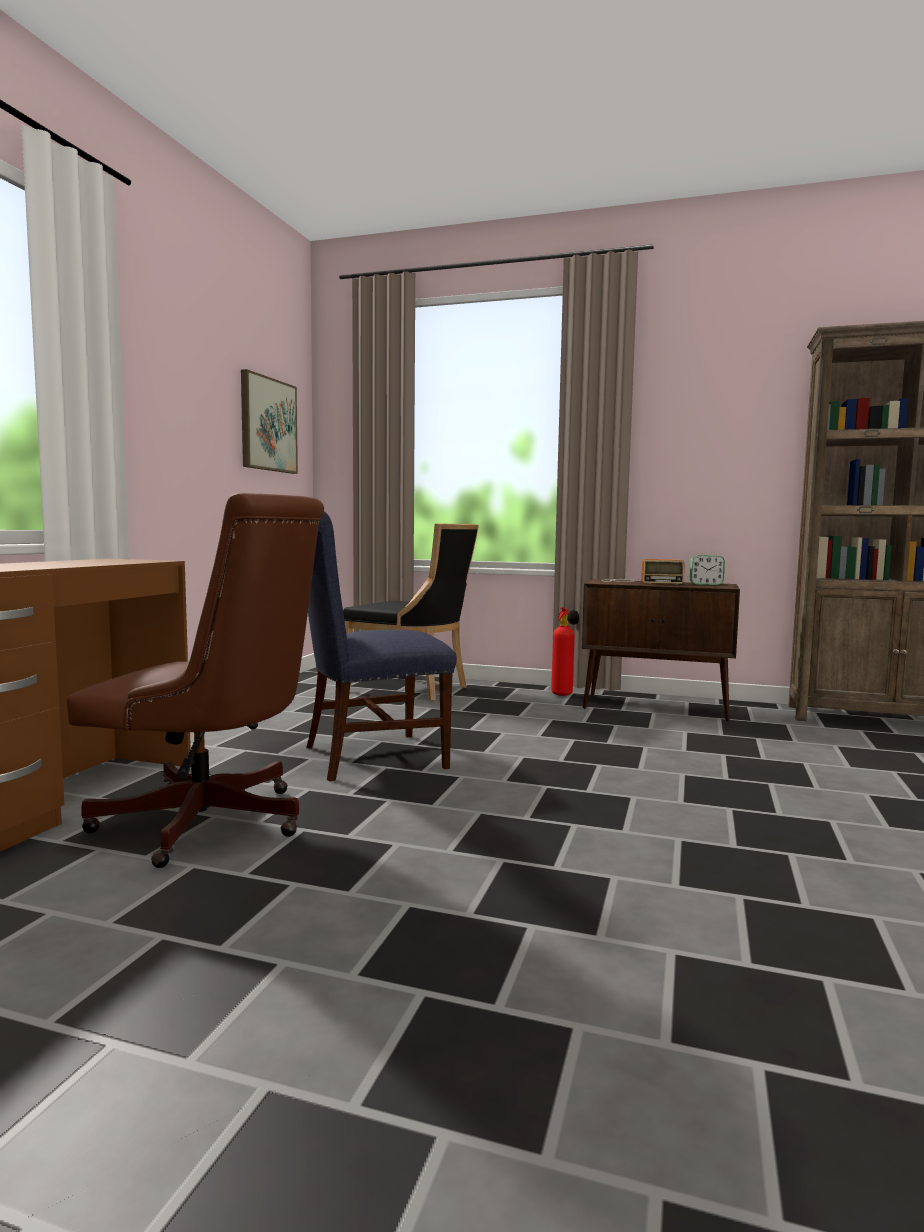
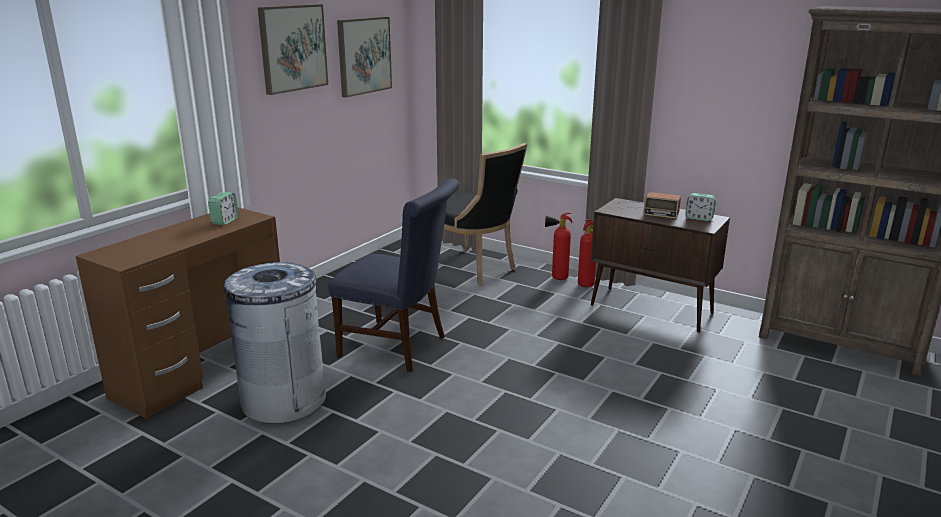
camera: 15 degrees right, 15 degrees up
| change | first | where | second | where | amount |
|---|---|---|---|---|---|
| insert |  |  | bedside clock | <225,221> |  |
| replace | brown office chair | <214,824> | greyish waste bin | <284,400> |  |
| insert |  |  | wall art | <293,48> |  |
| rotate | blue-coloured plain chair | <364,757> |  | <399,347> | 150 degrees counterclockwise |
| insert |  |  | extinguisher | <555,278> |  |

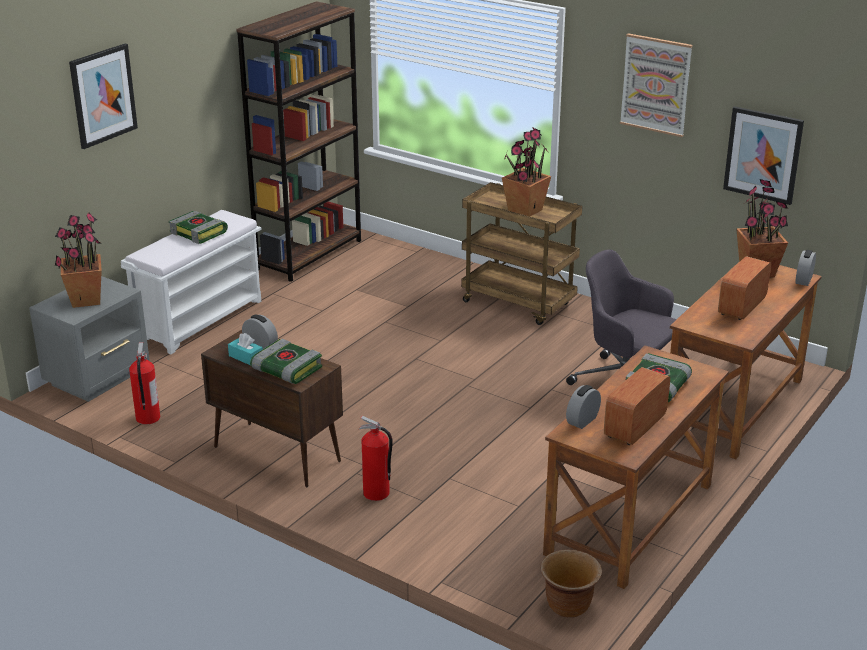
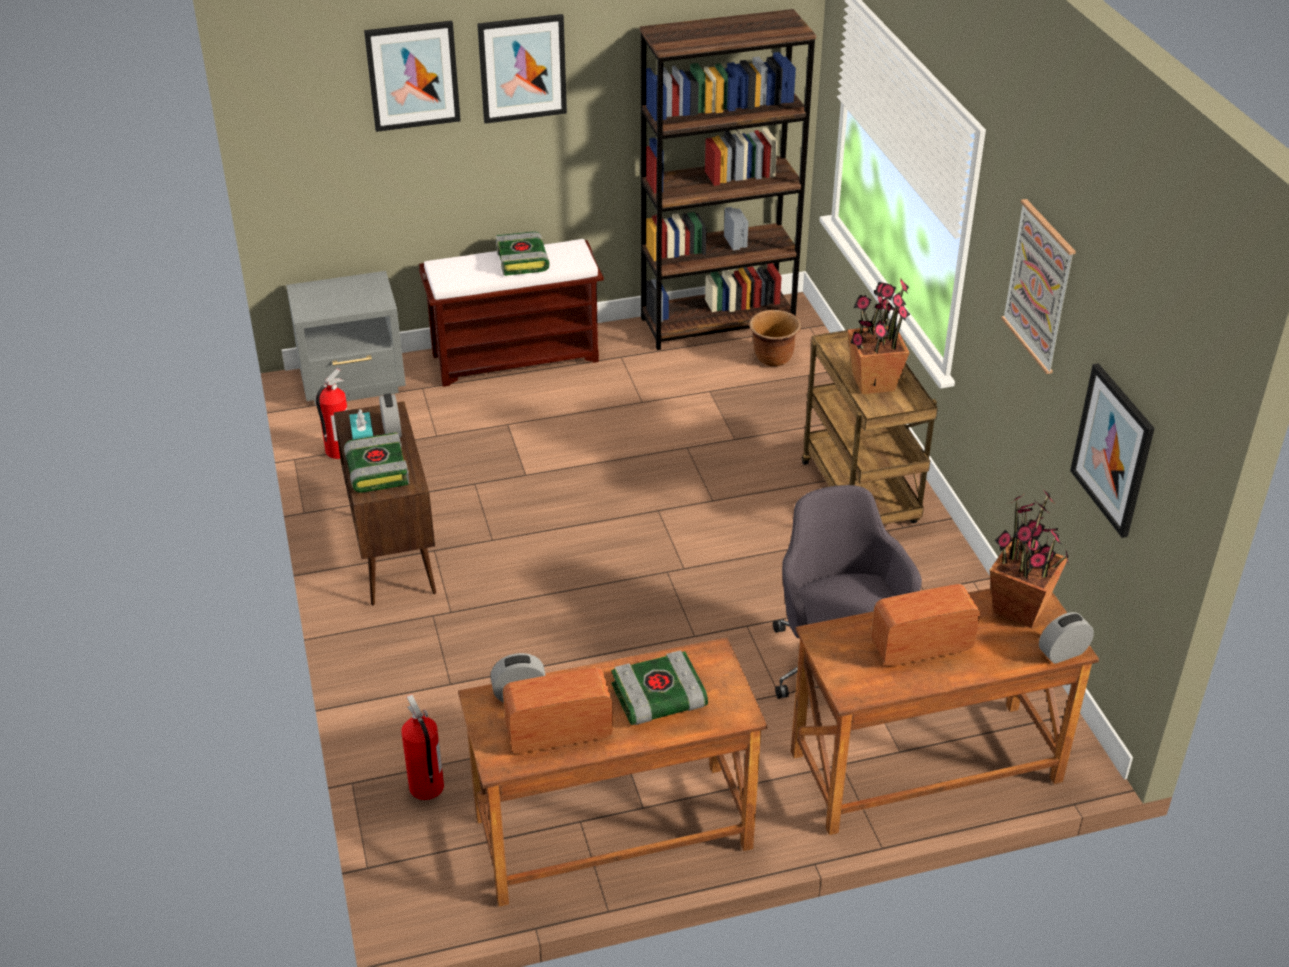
camera: 40 degrees right, 10 degrees up
| change | first | where | second | where | amount |
|---|---|---|---|---|---|
| move | extinguisher | <376,493> |  | <426,788> |  |
| recolor | white-coloured indoor bench | <200,319> | brown indoor bench | <517,357> |  |
| insert |  |  | wall art | <522,68> |  |
| move | brown planter | <568,607> |  | <773,359> |  |
| delete | plant in a pot | <85,299> |  |  |  |

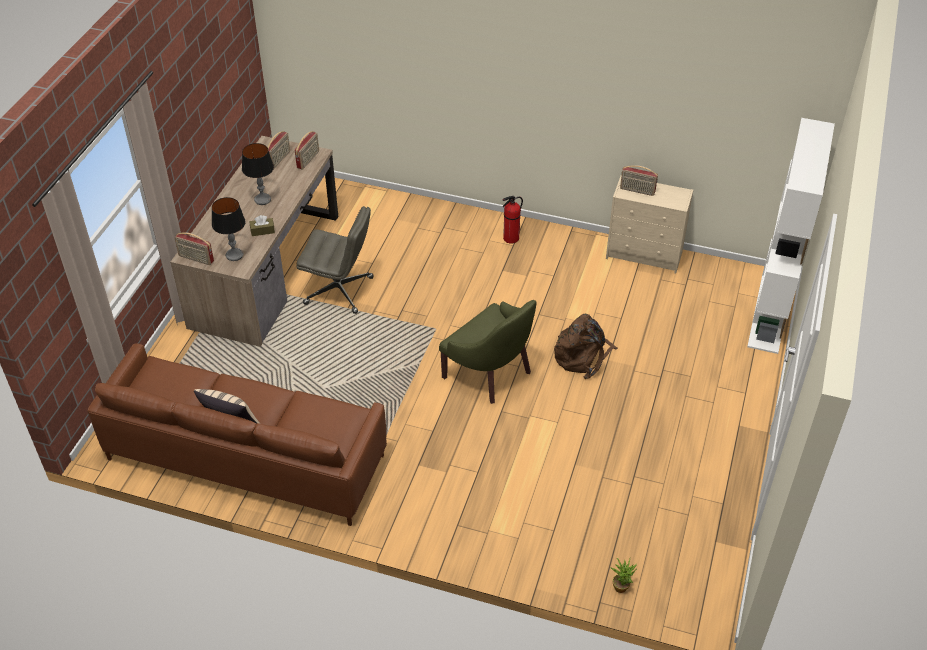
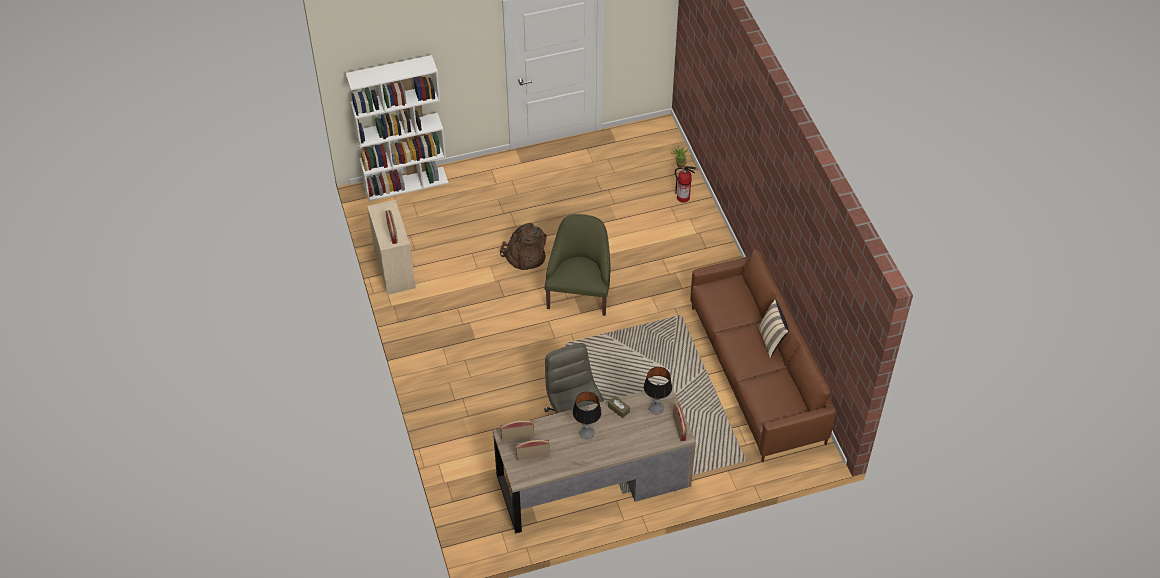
camera: 125 degrees left, 5 degrees up
| change | first | where | second | where | amount |
|---|---|---|---|---|---|
| move | extinguisher | <510,238> |  | <683,197> |  |

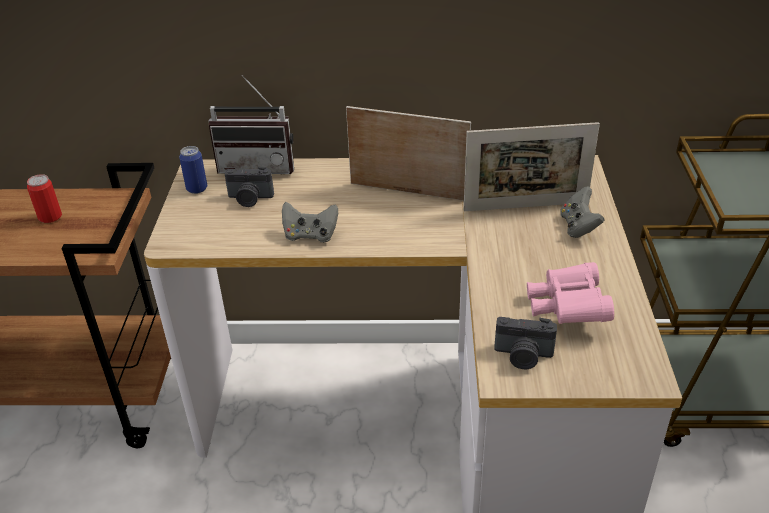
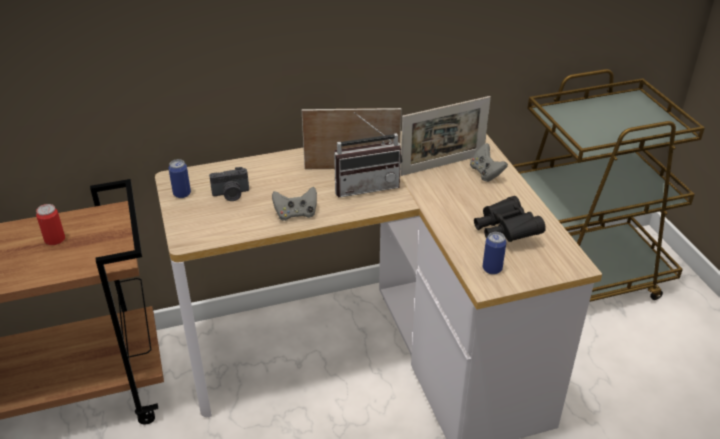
camera: 20 degrees left, 0 degrees up
| change | first | where | second | where | amount |
|---|---|---|---|---|---|
| move | radio set | <258,166> |  | <366,185> |  |
| recolor | pink-coloured pair of binoculars | <566,309> | black pair of binoculars | <505,231> |  |
| replace | photo camera | <523,356> | can | <492,269> |  |

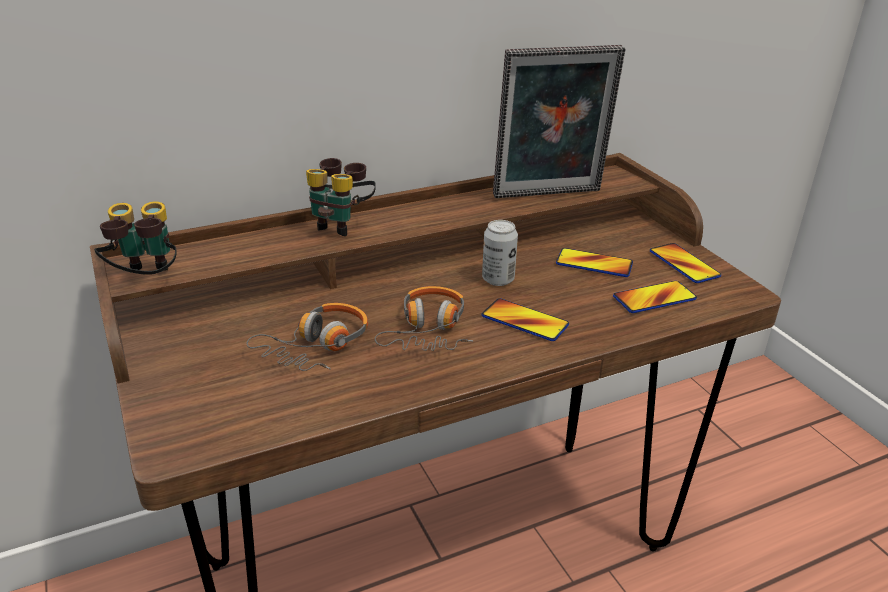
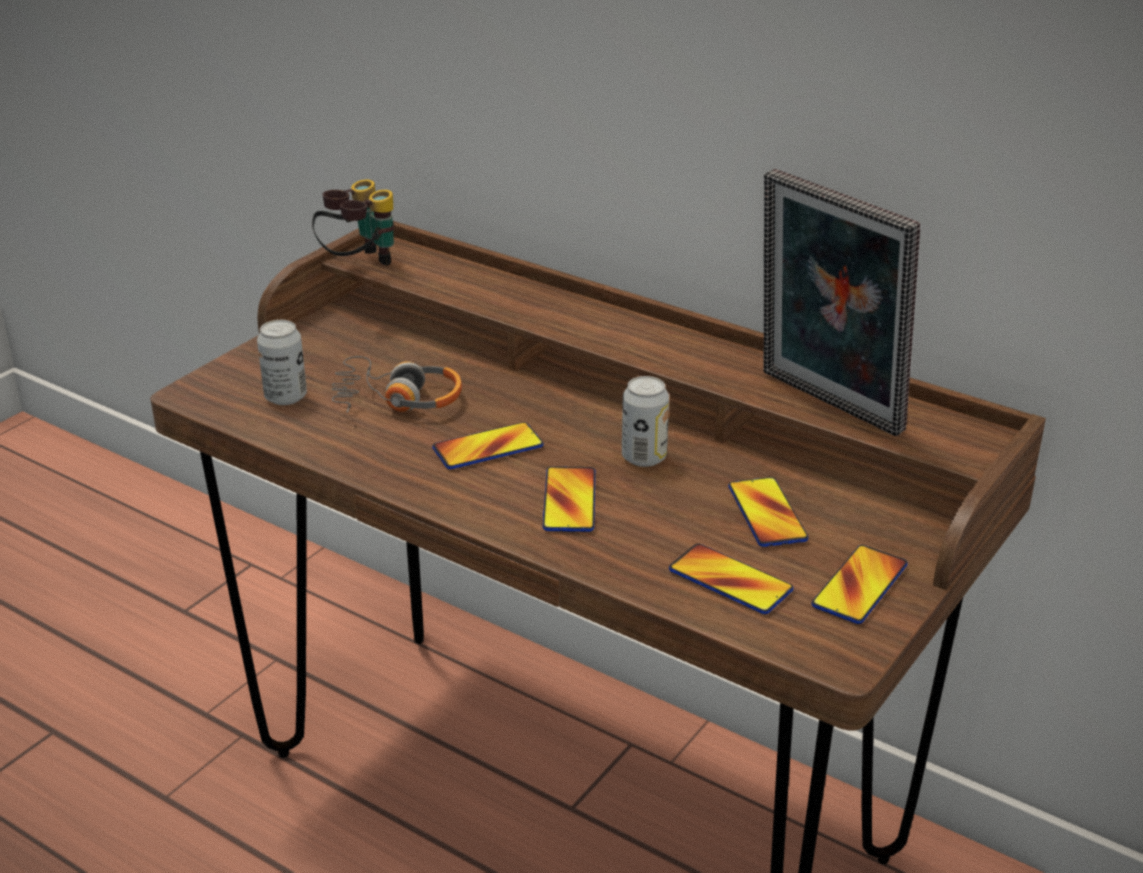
camera: 60 degrees right, 0 degrees up
| change | first | where | second | where | amount |
|---|---|---|---|---|---|
| insert |  |  | can | <285,397> |  |
| replace | headphones | <428,330> | phone | <488,448> |  |
| delete | pair of binoculars | <341,224> |  |  |  |

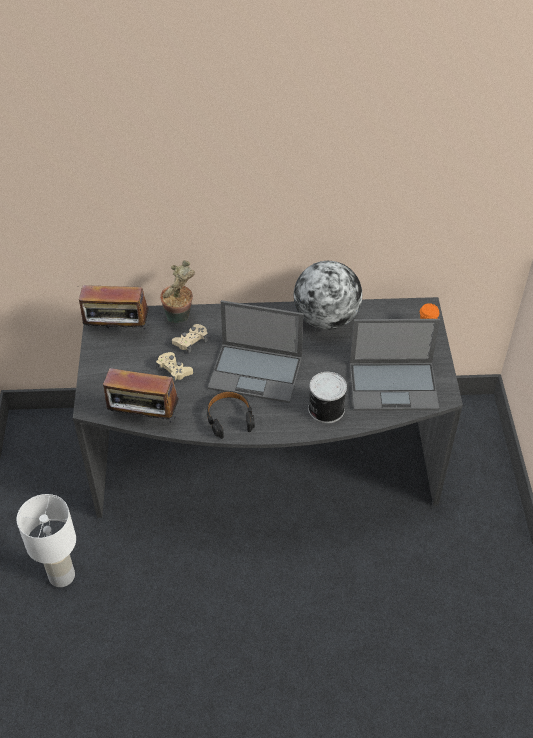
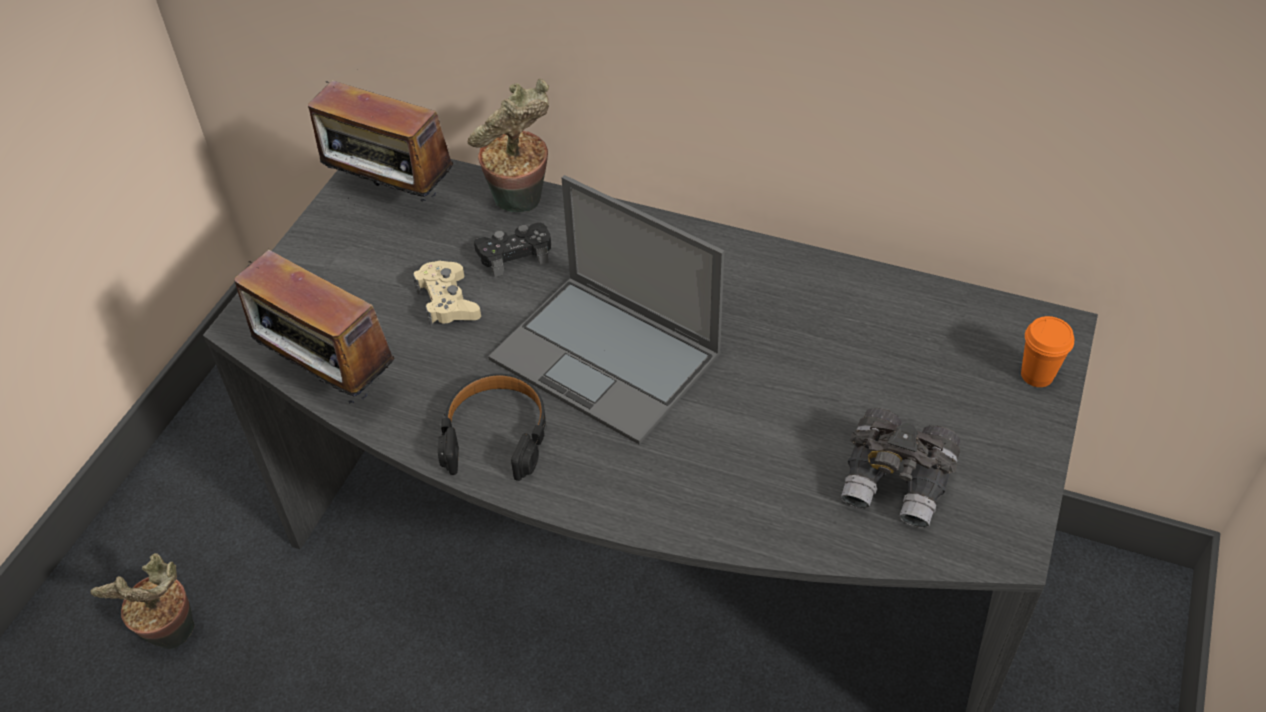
camera: 25 degrees right, 0 degrees up
| change | first | where | second | where | amount |
|---|---|---|---|---|---|
| replace | white-coloured lamp for a table | <62,576> | plant in a pot | <171,636> |  |
| recolor | beige joypad | <191,341> | black joypad | <515,254> |  |
| replace | laptop | <394,385> | greyish pair of binoculars | <897,483> |  |
| delete | desk globe | <326,319> |  |  |  |
| delete | can | <325,409> |  |  |  |

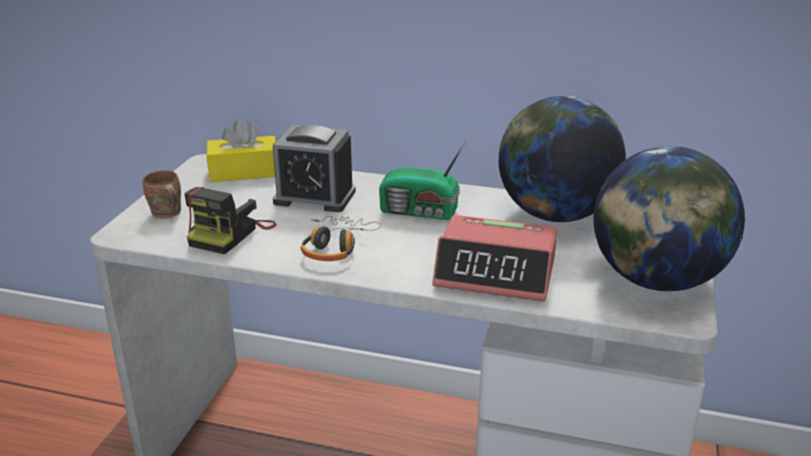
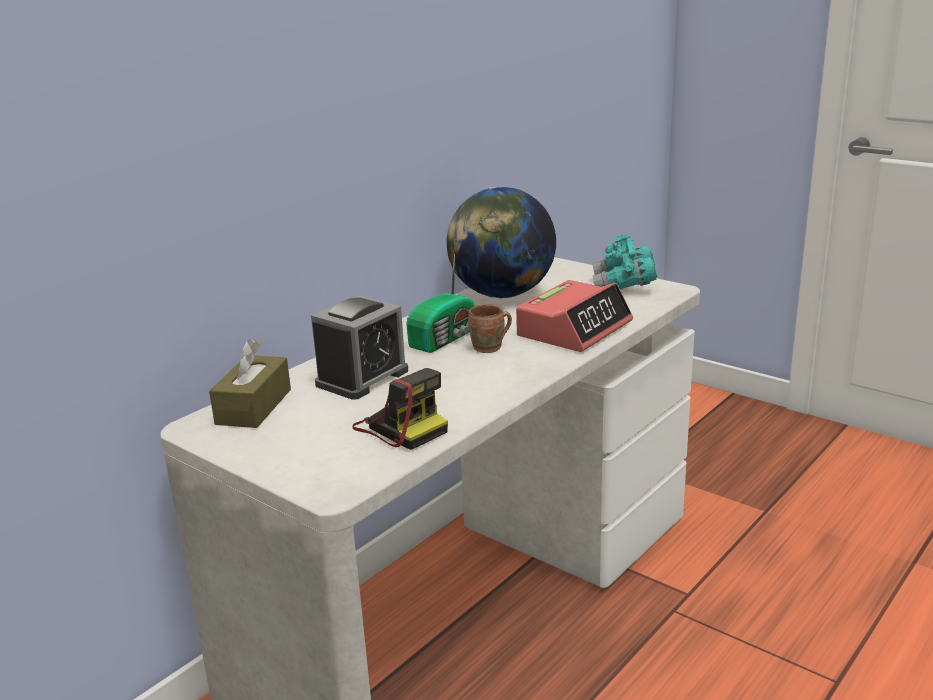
camera: 65 degrees left, 5 degrees down
| change | first | where | second | where | amount |
|---|---|---|---|---|---|
| recolor | yellowish tissue holder | <244,172> | brown tissue holder | <254,407> |  |
| move | brown mug | <165,214> |  | <489,348> |  |
| replace | desk globe | <656,281> | turquoise-coloured pair of binoculars | <624,286> |  |
| delete | headphones | <336,246> |  |  |  |

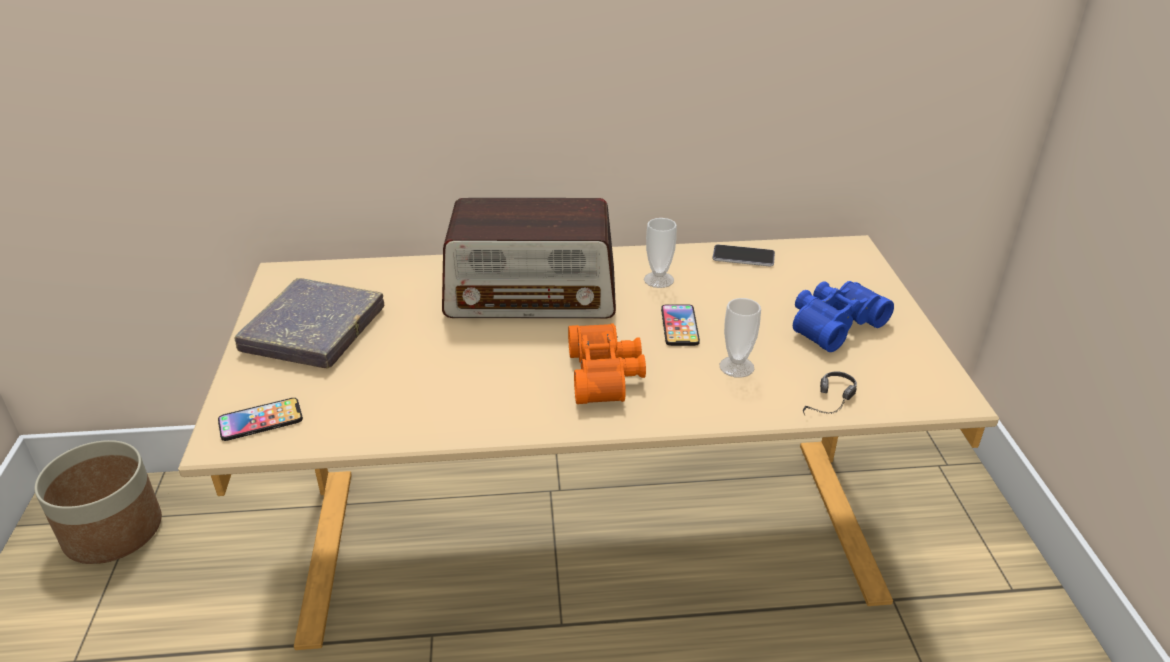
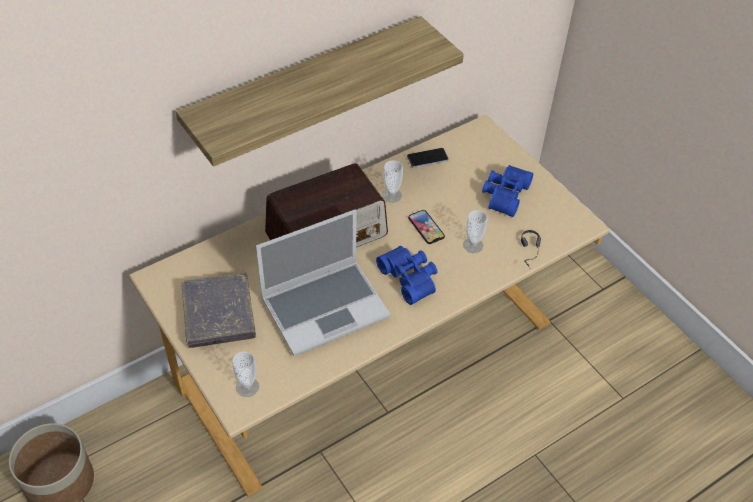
camera: 30 degrees left, 15 degrees up
| change | first | where | second | where | amount |
|---|---|---|---|---|---|
| insert |  |  | wall shelf | <306,89> |  |
| replace | phone | <261,420> | cup | <247,387> |  |
| insert |  |  | laptop | <326,306> |  |
| recolor | orange-coloured pair of binoculars | <607,375> | blue-coloured pair of binoculars | <410,278> |  |

